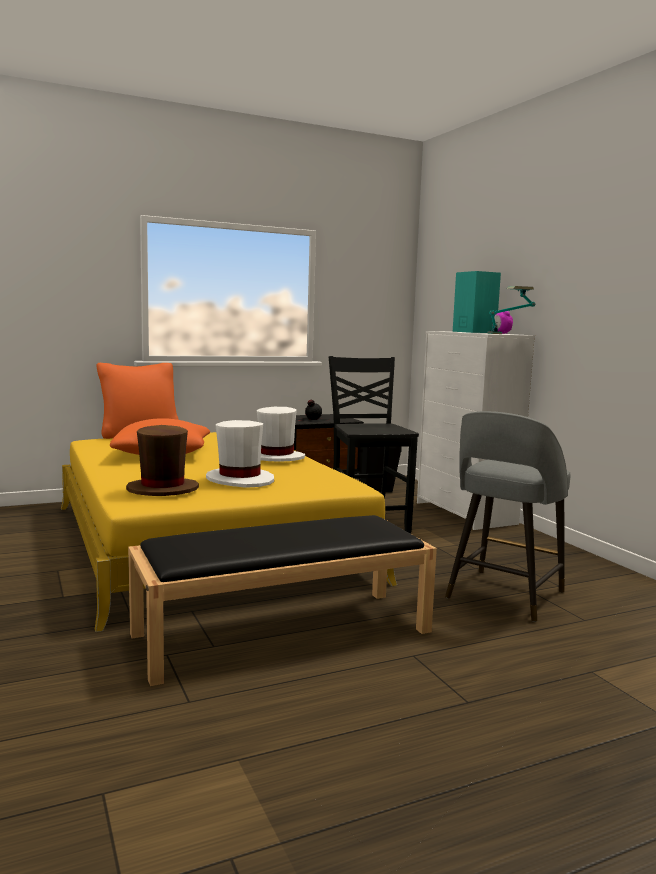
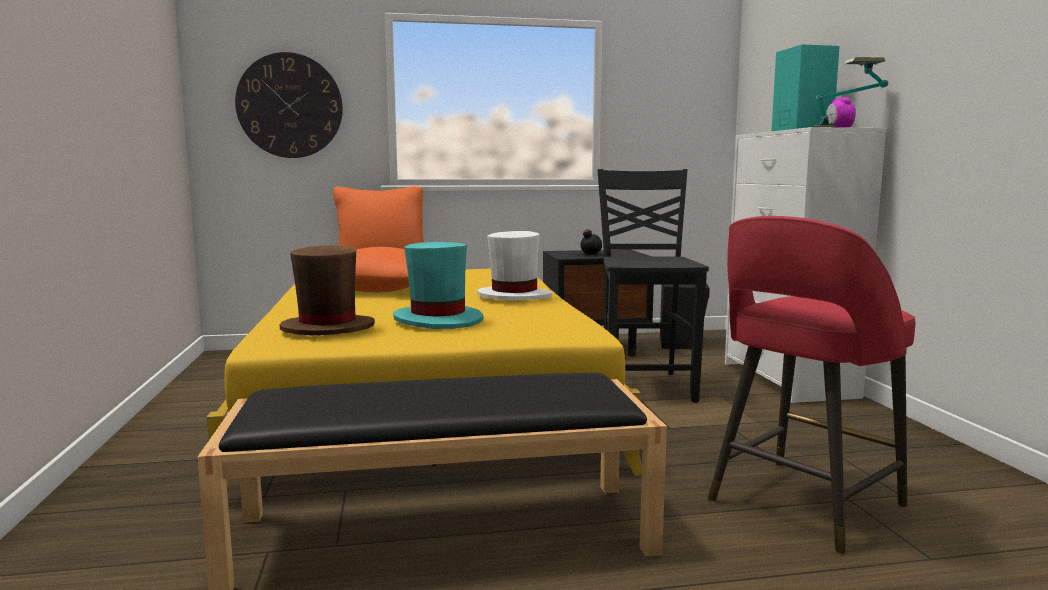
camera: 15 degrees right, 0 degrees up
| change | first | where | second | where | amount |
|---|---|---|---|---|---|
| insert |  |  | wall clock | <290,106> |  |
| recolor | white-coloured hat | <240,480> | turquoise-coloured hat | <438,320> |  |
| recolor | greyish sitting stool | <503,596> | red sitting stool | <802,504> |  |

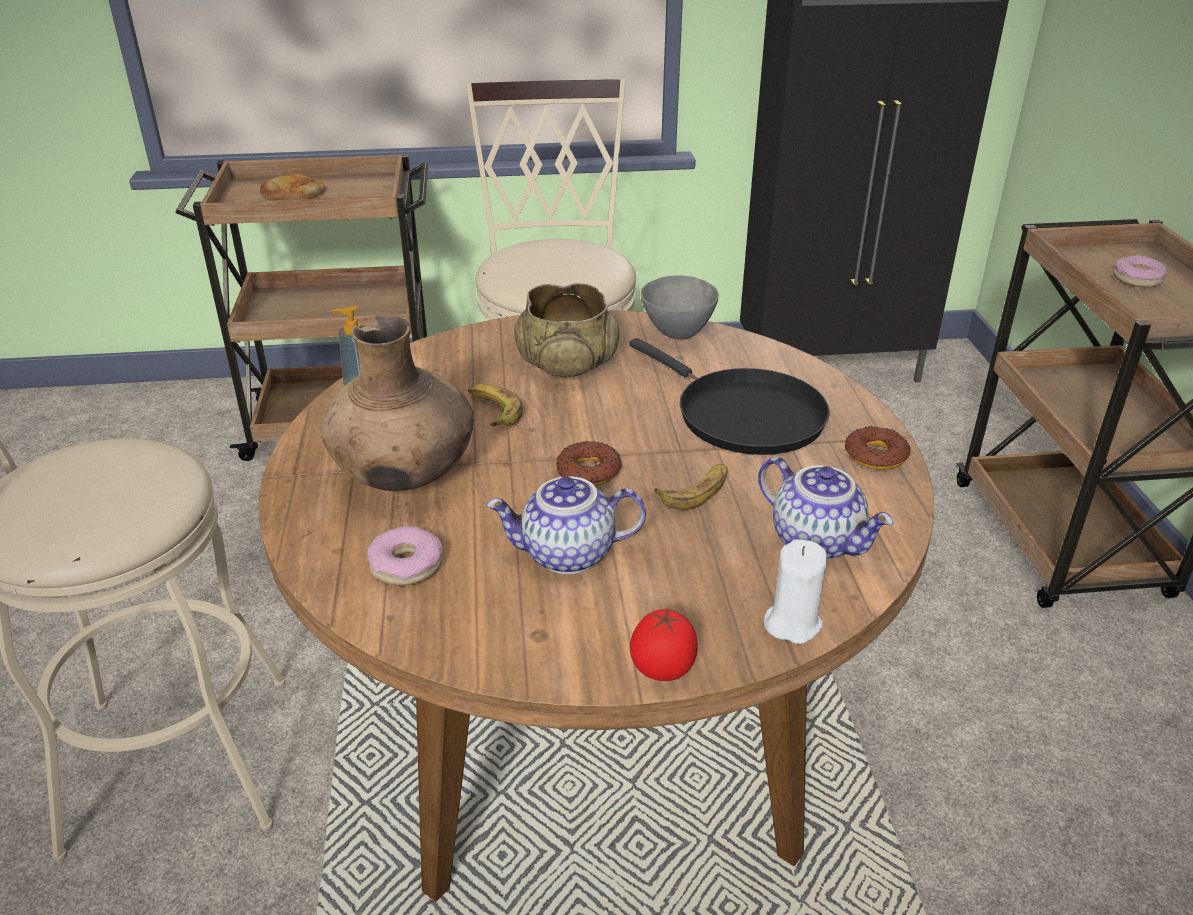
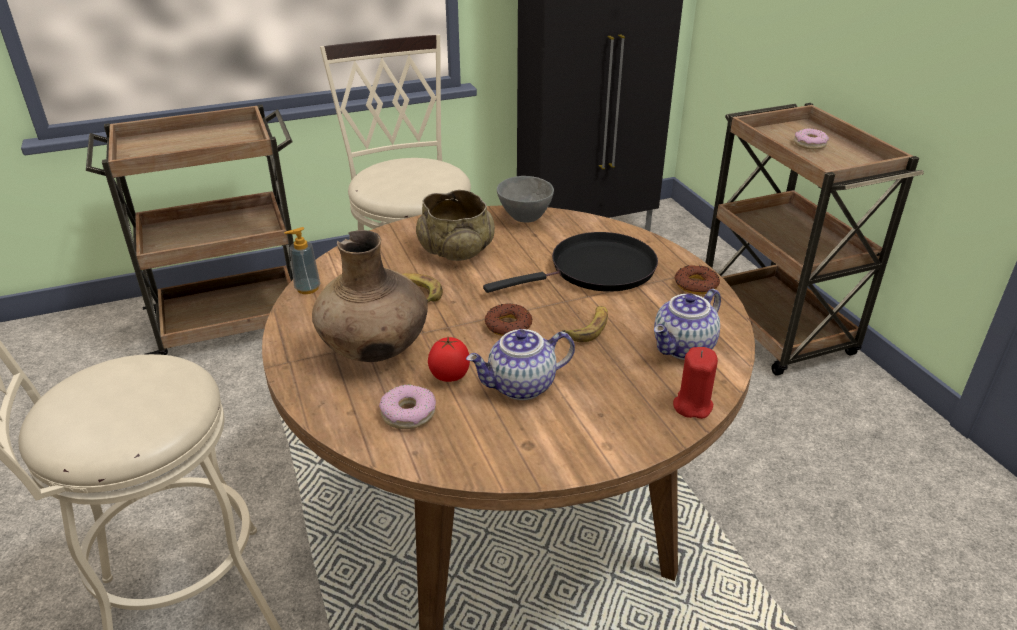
camera: 15 degrees left, 0 degrees up
| change | first | where | second | where | amount |
|---|---|---|---|---|---|
| move | tomato | <661,670> |  | <449,377> |  |
| rotate | black pan | <742,415> |  | <596,270> | 60 degrees counterclockwise |
| rotate | pot for tea | <818,541> |  | <684,348> | 105 degrees clockwise |
| recolor | white-coloured wax candle | <792,623> | red wax candle | <692,405> |  |
| delete | baked bread | <292,194> |  |  |  |

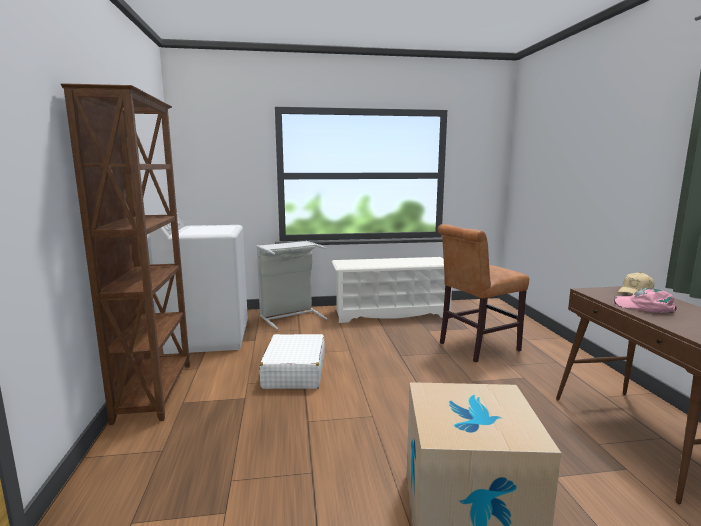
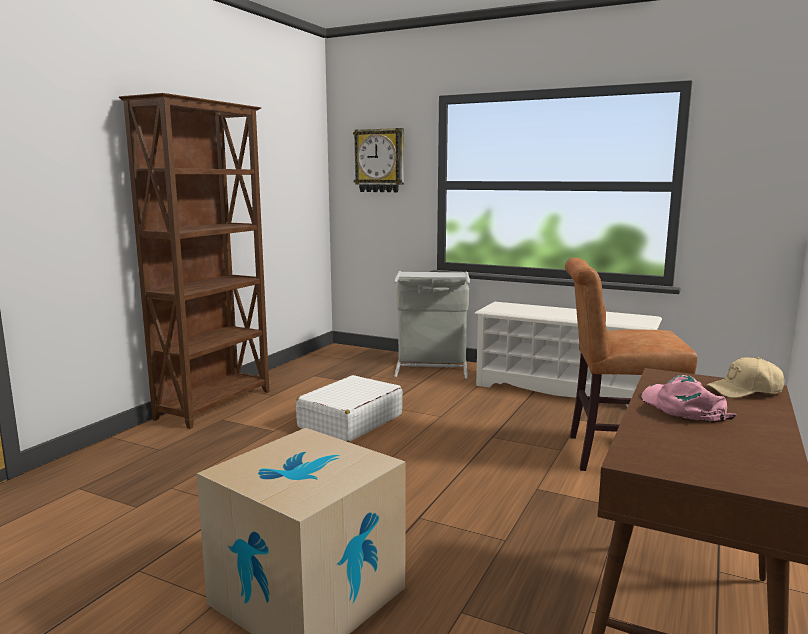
camera: 35 degrees right, 0 degrees up
| change | first | where | second | where | amount |
|---|---|---|---|---|---|
| insert |  |  | wall clock | <380,161> |  |
| delete | white-coloured laundry machine | <207,337> |  |  |  |

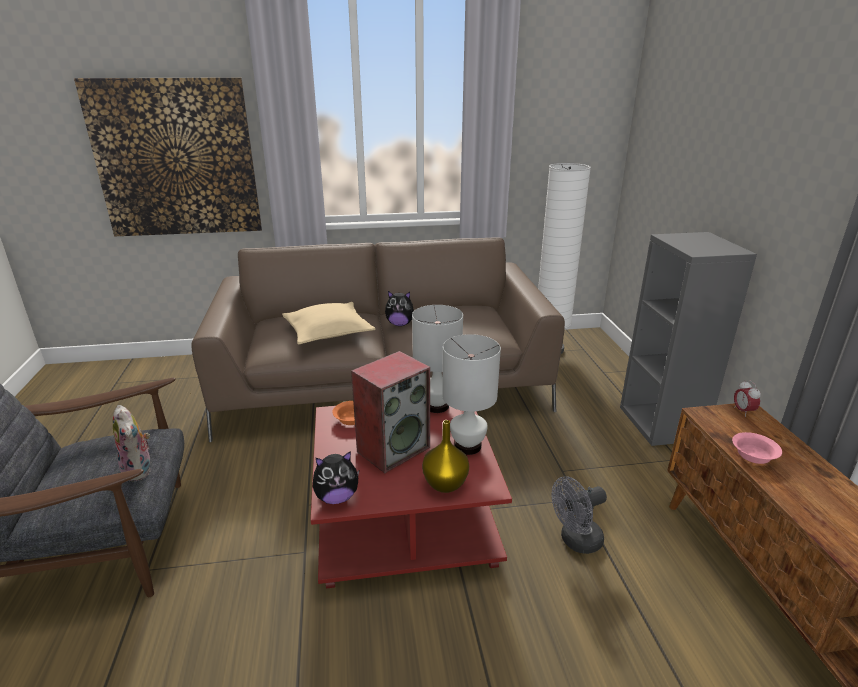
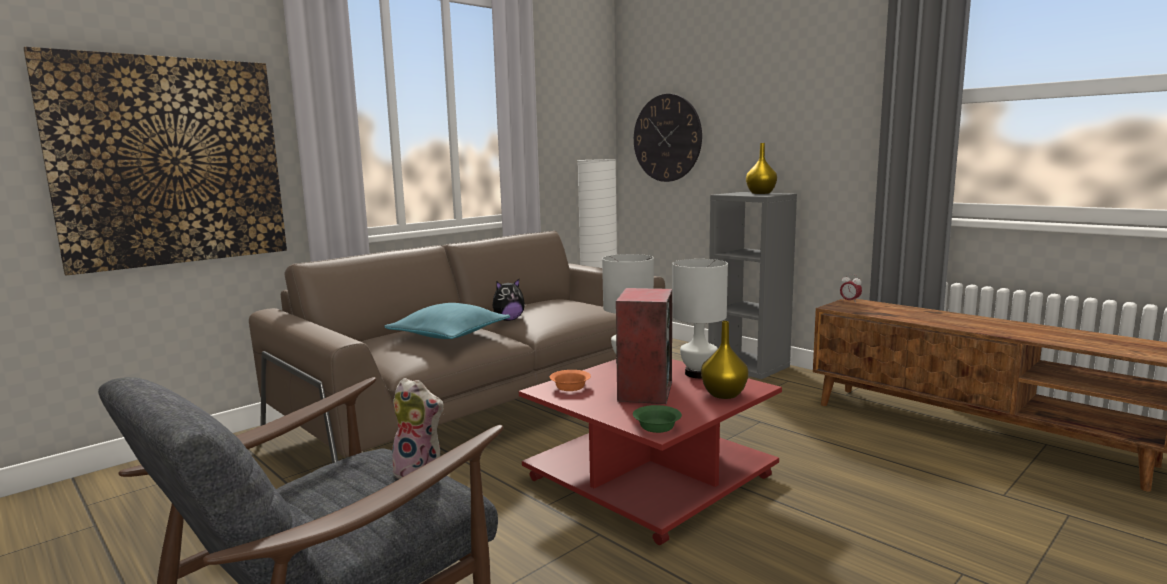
camera: 35 degrees left, 15 degrees down
| change | first | where | second | where | amount |
|---|---|---|---|---|---|
| recolor | beige pillow | <328,332> | turquoise-coloured pillow | <449,335> |  |
| replace | cuddly toy | <337,497> | green serving bowl | <656,427> |  |
| insert |  |  | wall clock | <667,138> |  |
| insert |  |  | yellowish flower vase | <761,193> |  |
| delete | greyish cooling fan | <575,541> |  |  |  |
| delete | pink-coloured serving bowl | <754,456> |  |  |  |

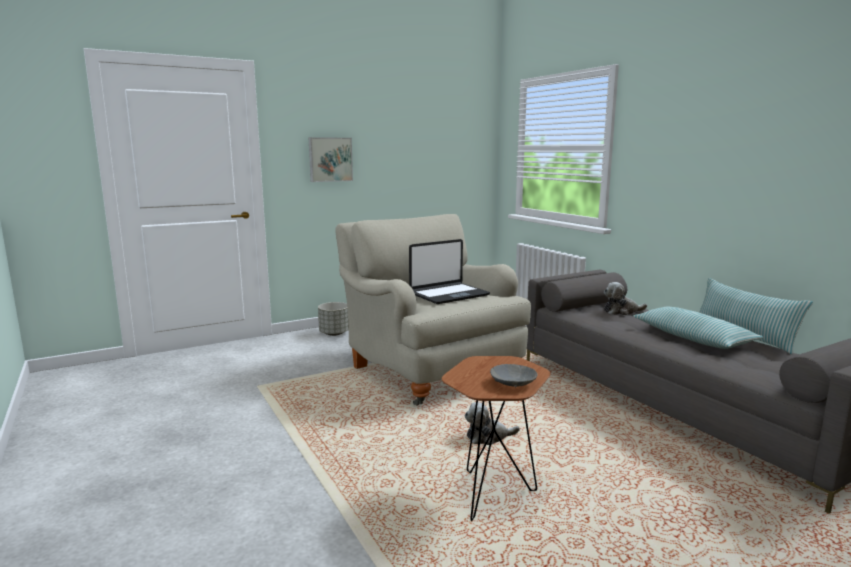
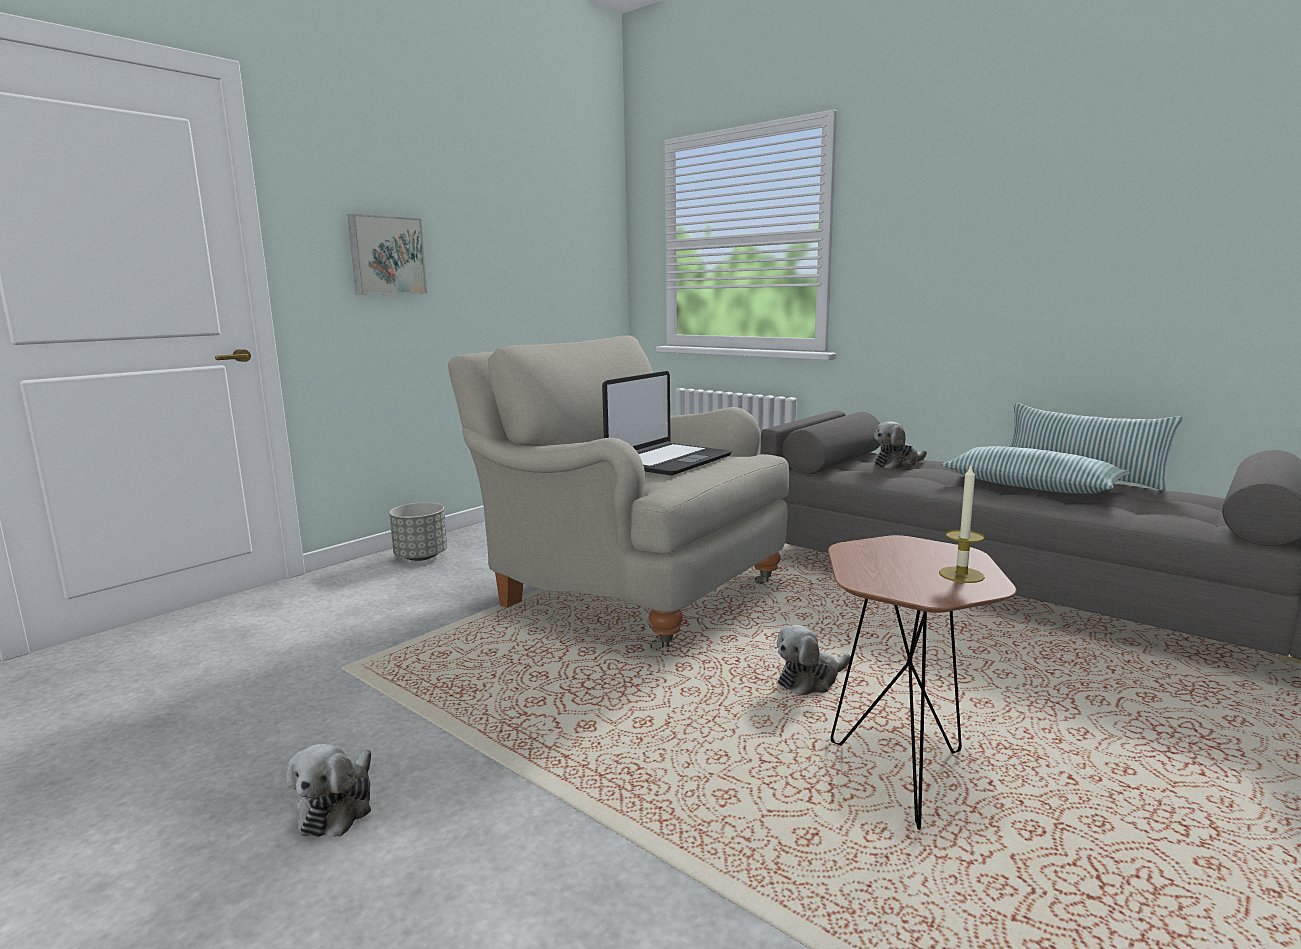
camera: 20 degrees left, 0 degrees up
| change | first | where | second | where | amount |
|---|---|---|---|---|---|
| insert |  |  | cuddly toy | <338,806> |  |
| replace | greyish serving bowl | <513,383> | wax candle | <961,575> |  |

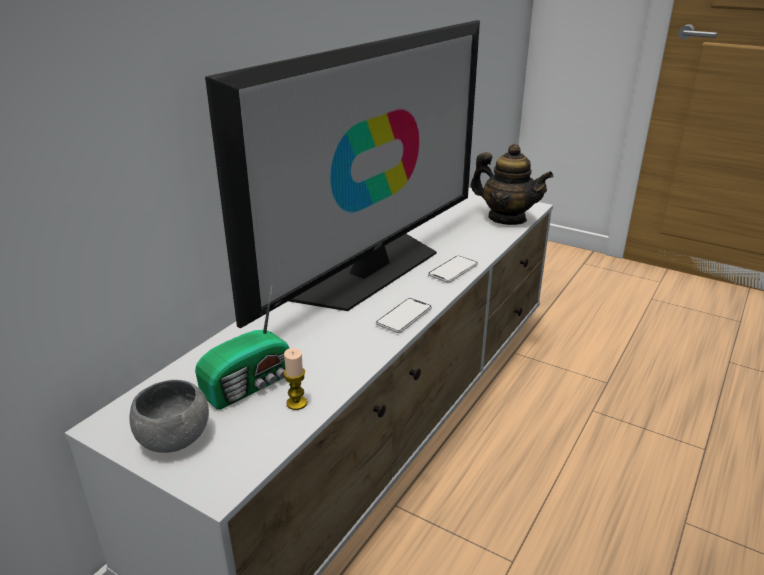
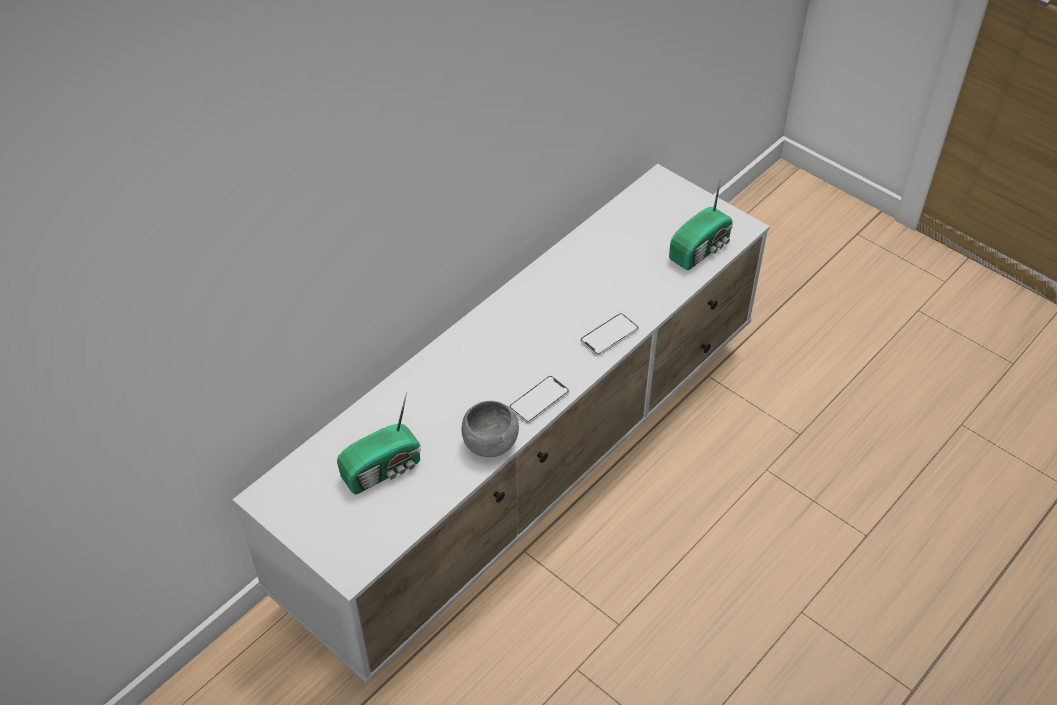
camera: 10 degrees right, 20 degrees up
| change | first | where | second | where | amount |
|---|---|---|---|---|---|
| move | greyish serving bowl | <174,439> |  | <490,443> |  |
| replace | pot for tea | <507,219> | radio set | <702,249> |  |
| delete | television | <370,271> |  |  |  |
| delete | wax candle | <296,403> |  |  |  |

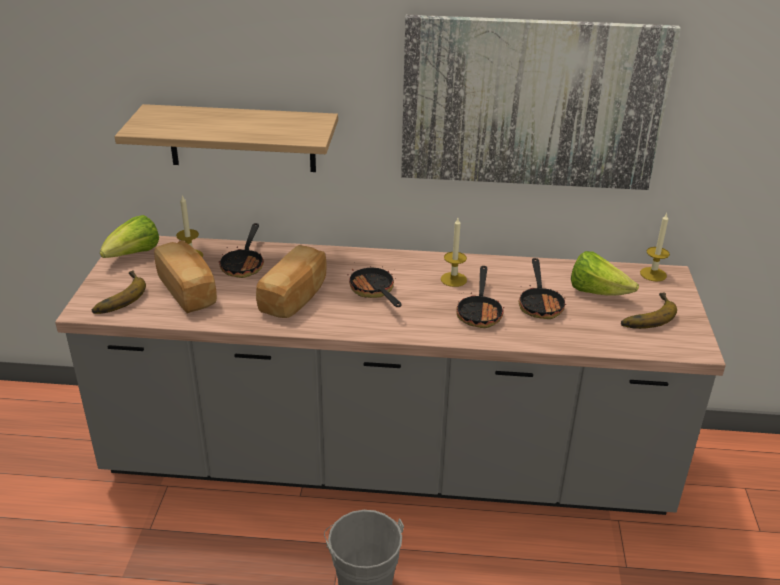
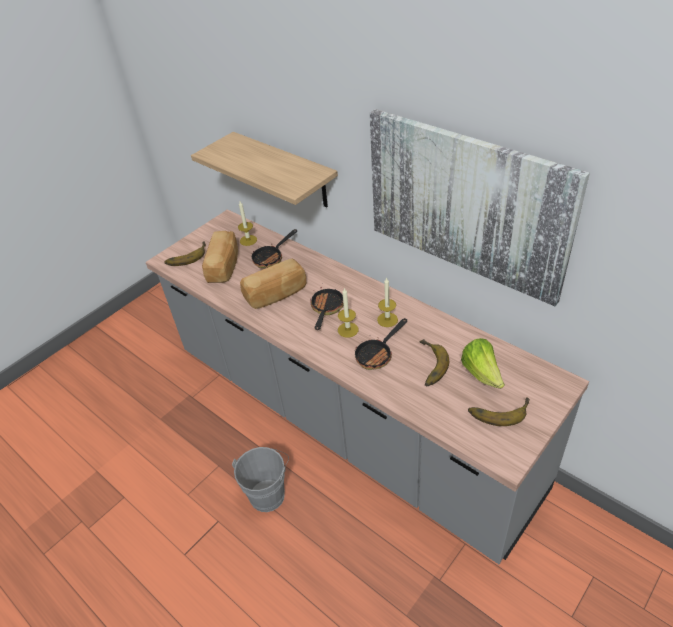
camera: 40 degrees right, 10 degrees up
| change | first | where | second | where | amount |
|---|---|---|---|---|---|
| move | wax candle | <653,274> |  | <348,330> |  |
| replace | pan | <540,304> | banana | <427,365> |  |
| delete | lettuce head | <134,255> |  |  |  |

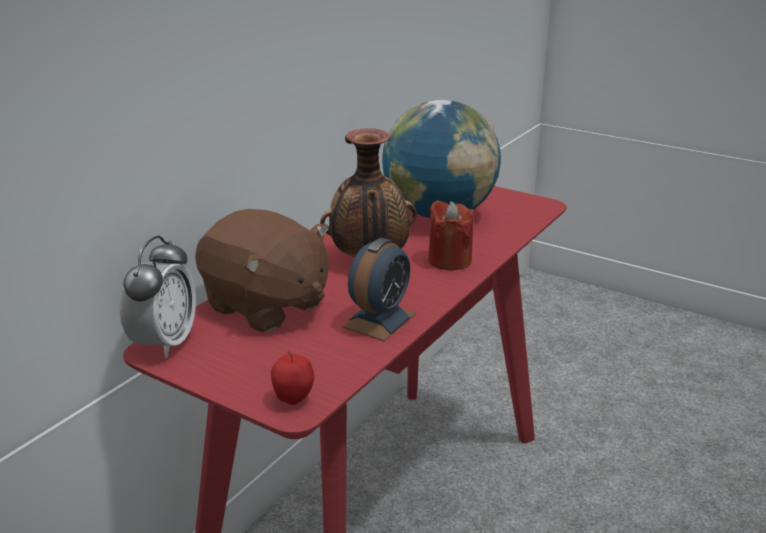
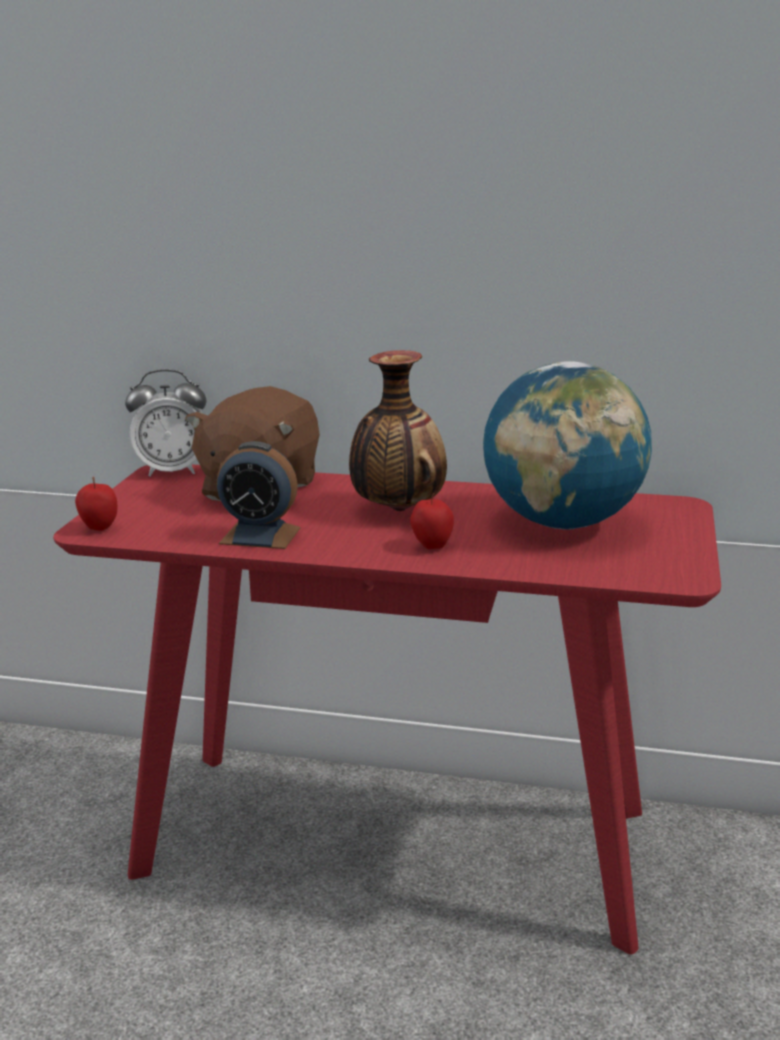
camera: 70 degrees right, 5 degrees down
| change | first | where | second | where | amount |
|---|---|---|---|---|---|
| replace | red wax candle | <449,260> | whole apple | <432,546> |  |

